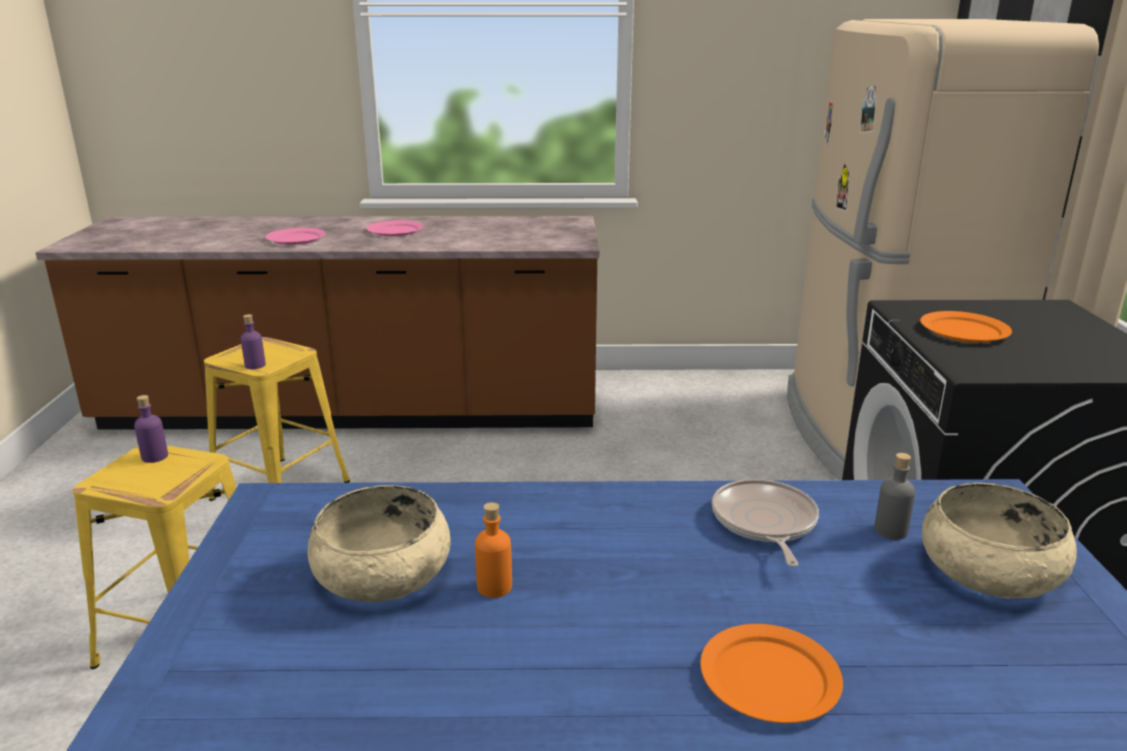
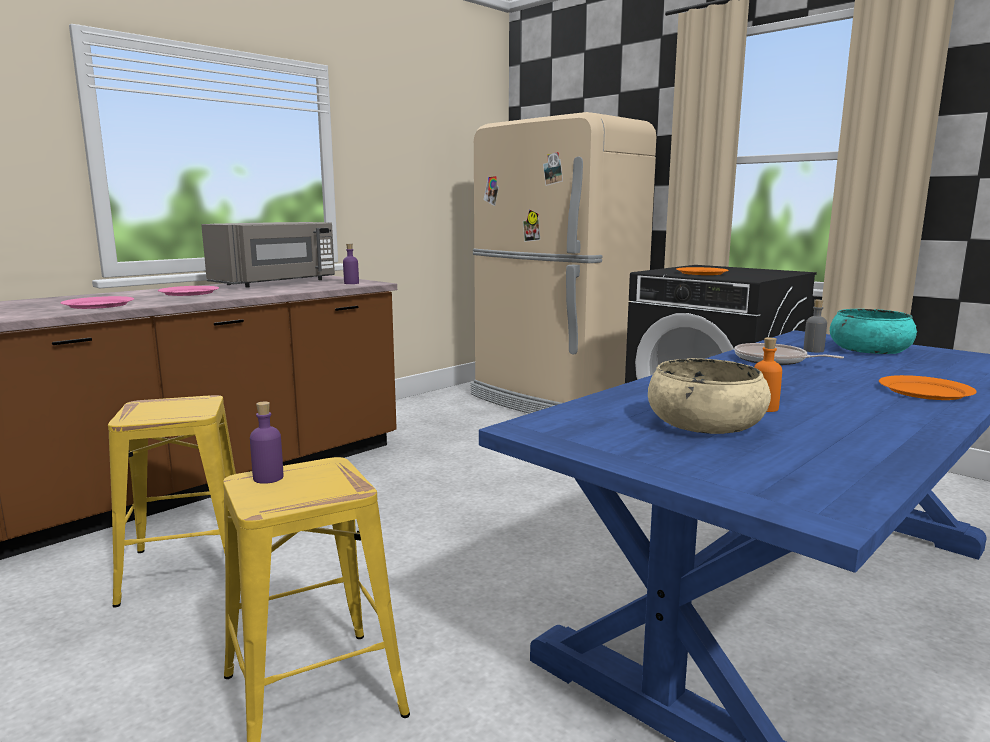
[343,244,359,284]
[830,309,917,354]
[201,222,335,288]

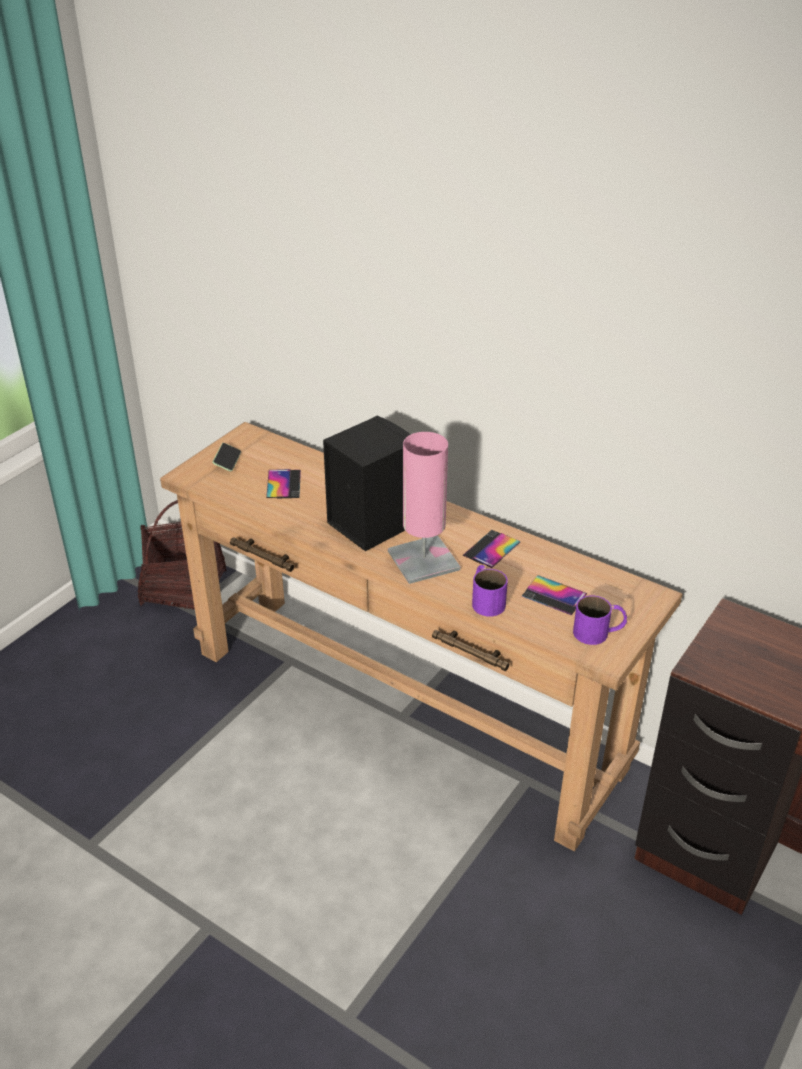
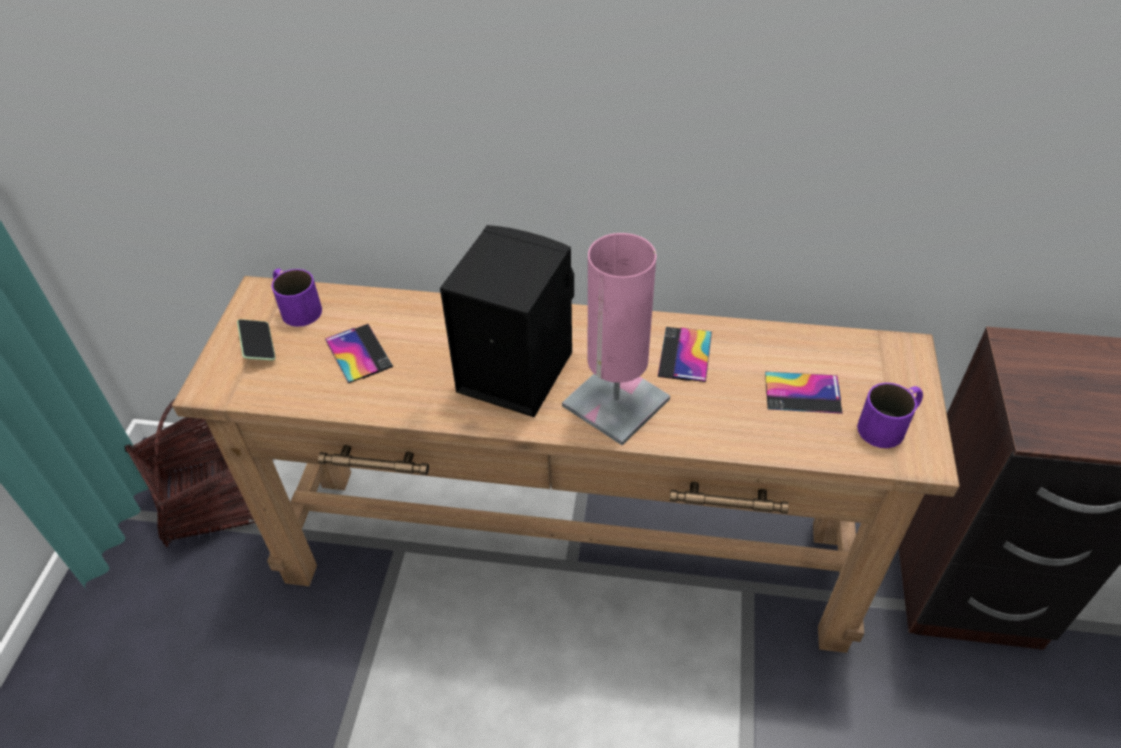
[271,268,322,327]

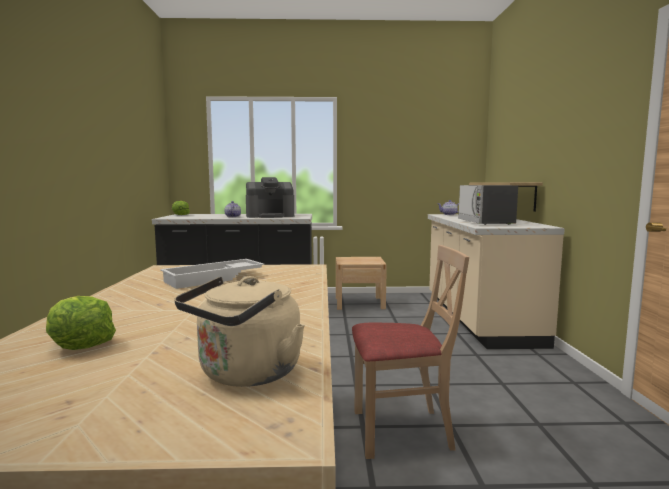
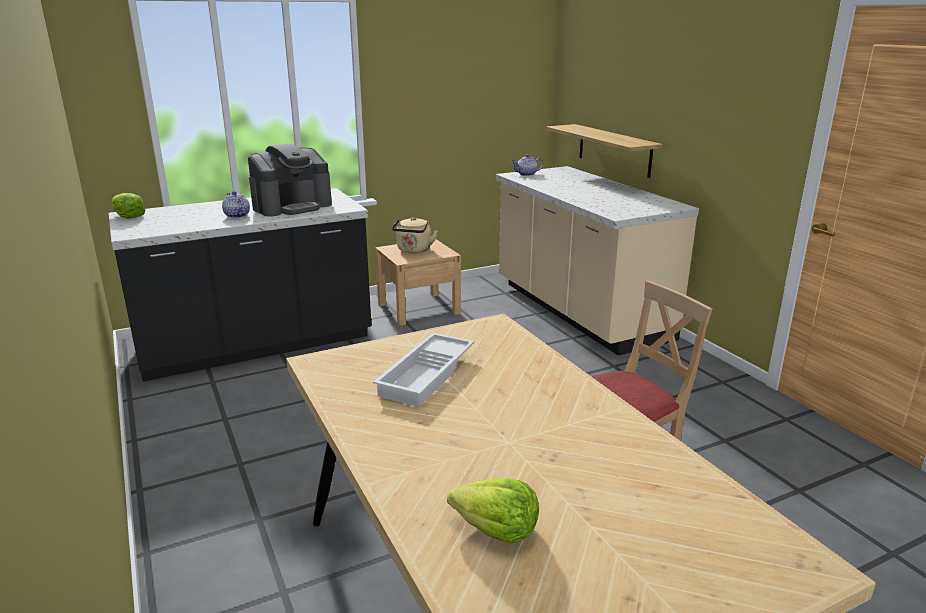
[392,217,438,253]
[458,185,518,225] (first image)

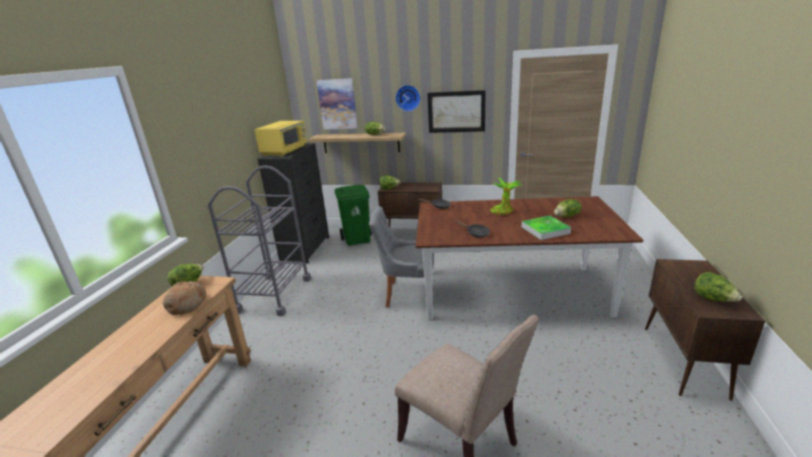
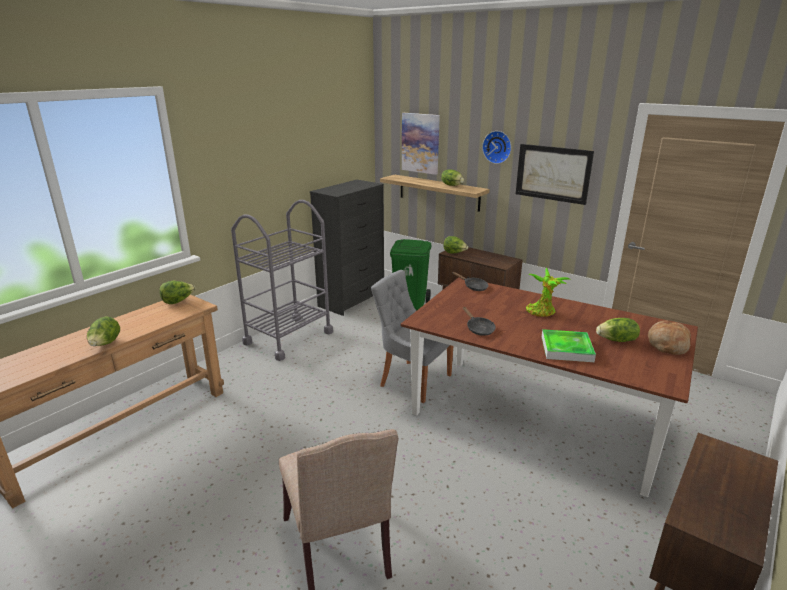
[648,320,691,355]
[254,121,307,157] (first image)
[87,316,120,346]

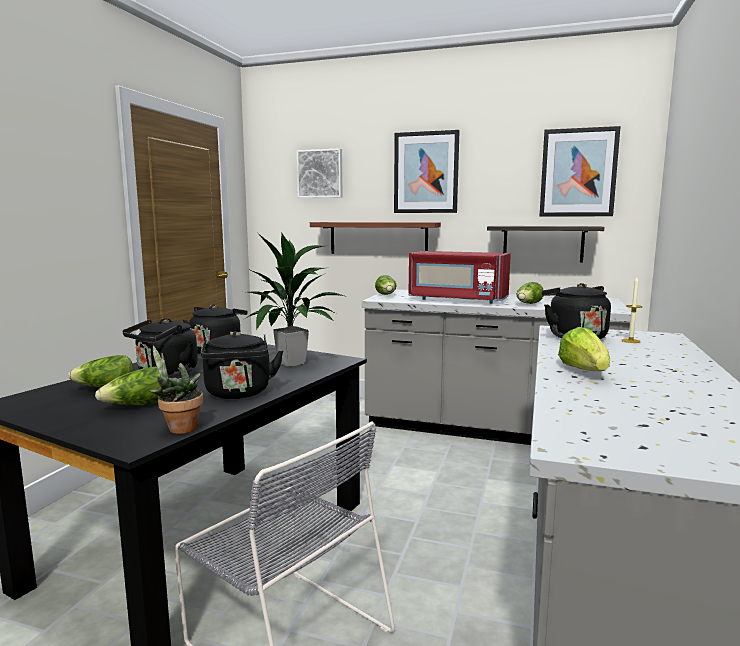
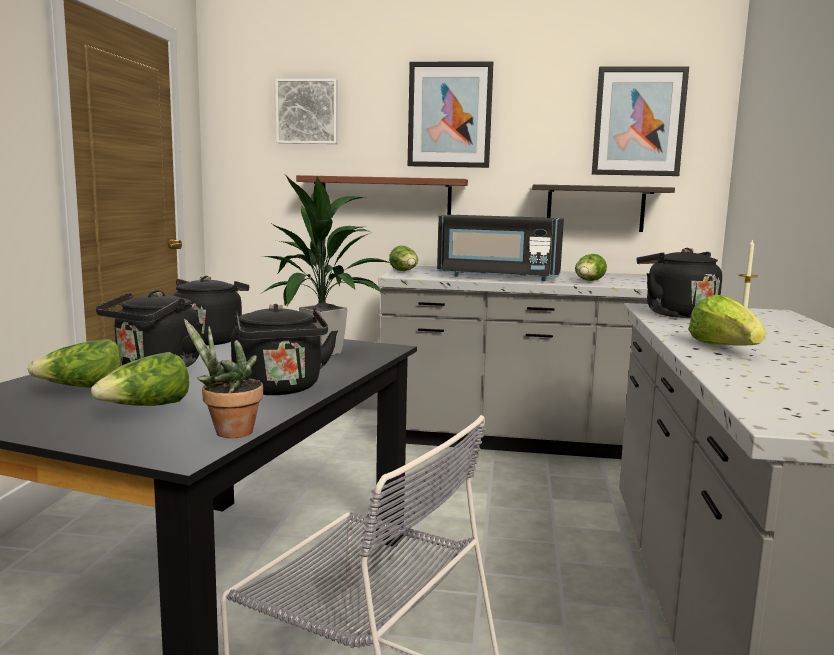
[437,215,564,281]

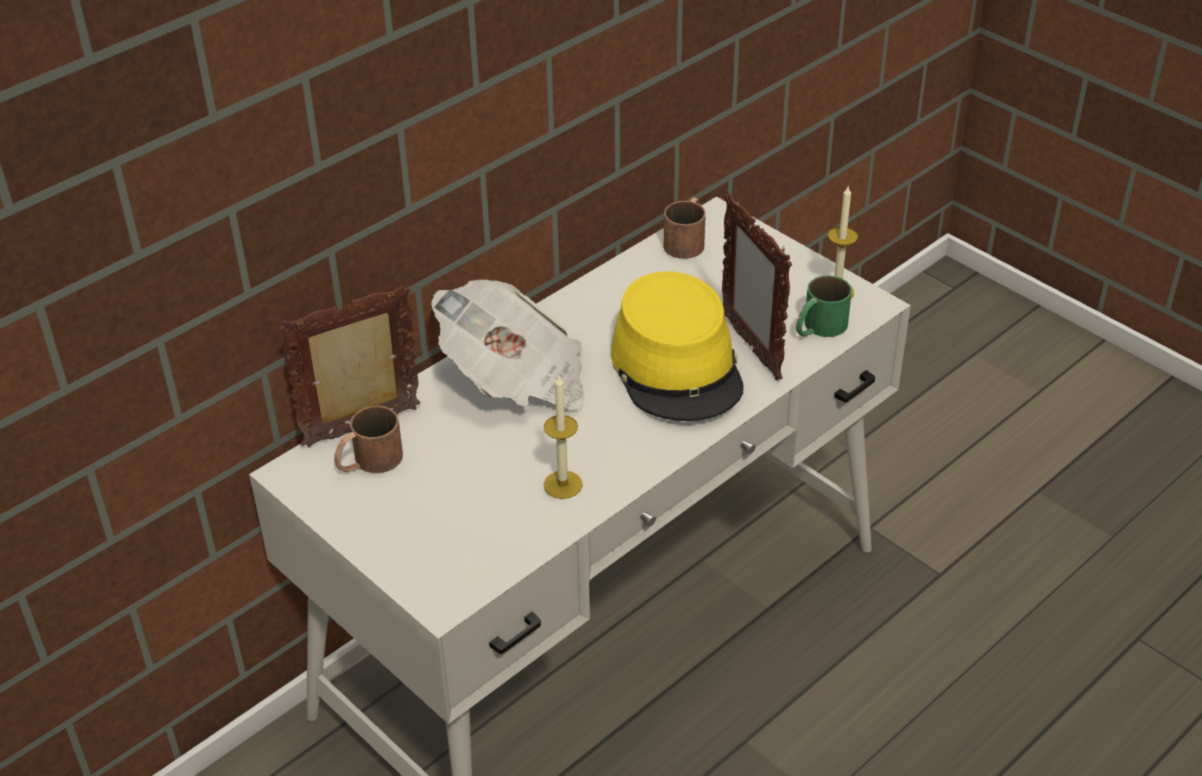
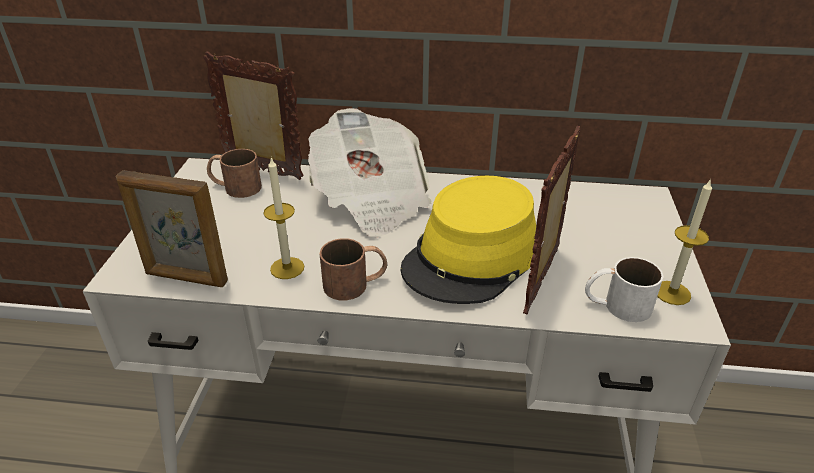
[320,238,387,300]
[585,257,663,322]
[116,170,228,287]

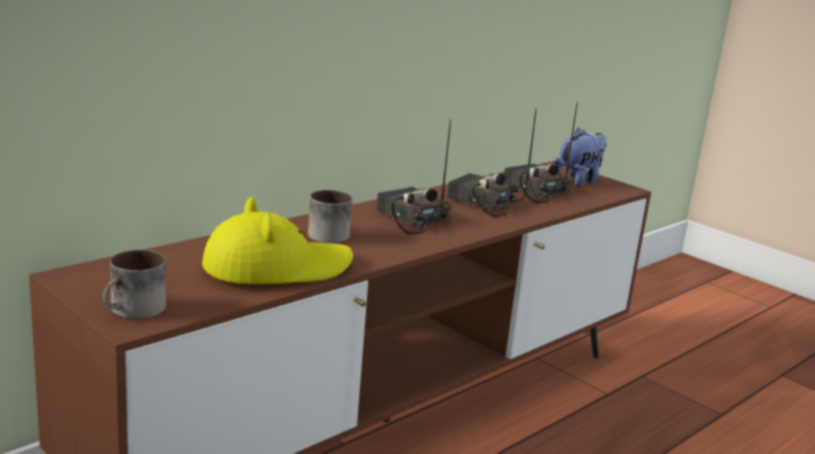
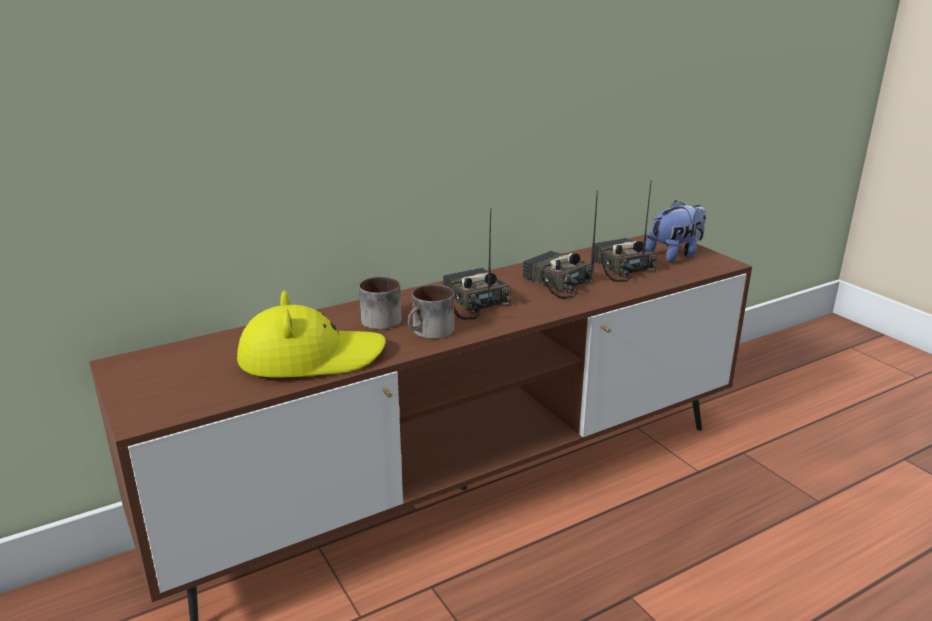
[407,285,454,339]

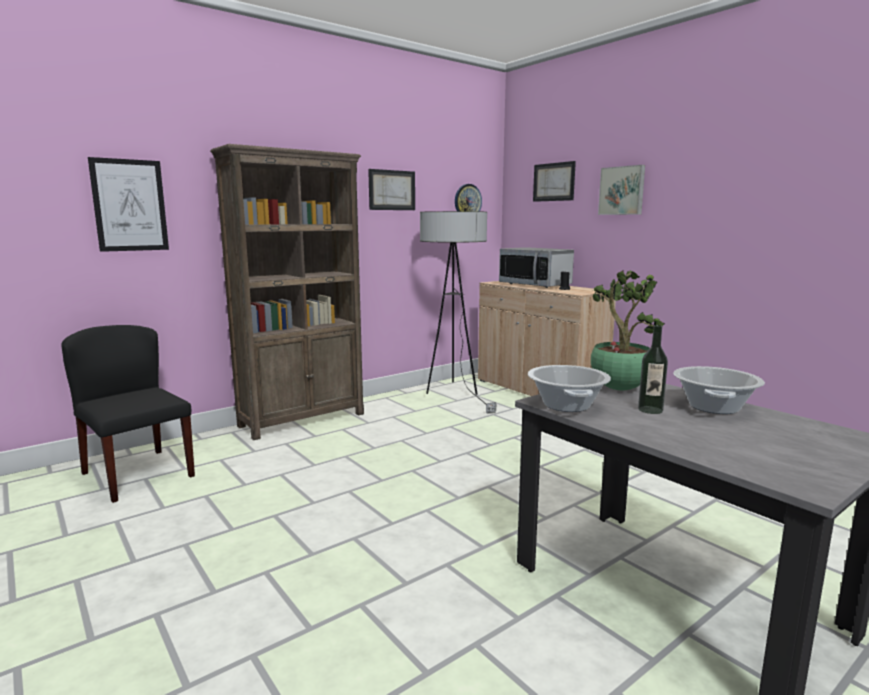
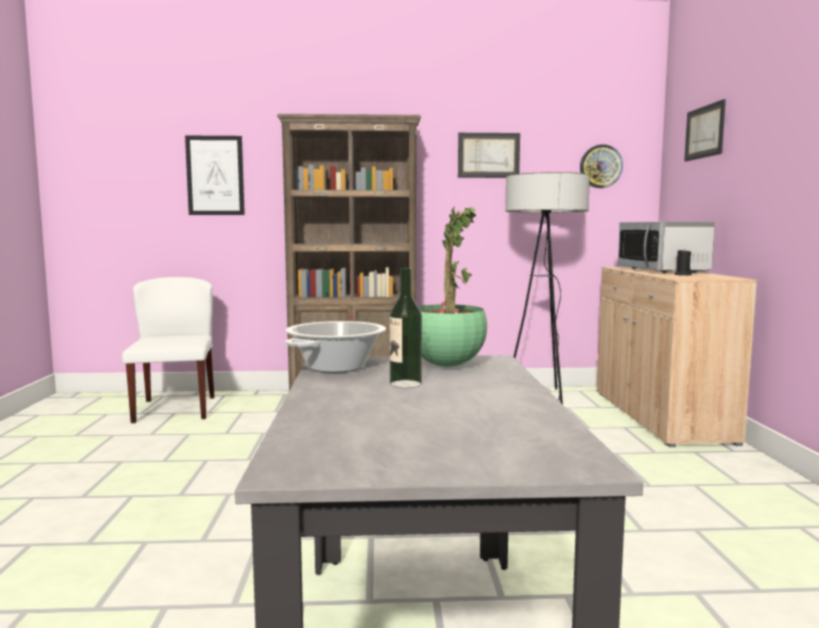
[122,277,214,423]
[598,165,645,215] (first image)
[673,366,765,414] (first image)

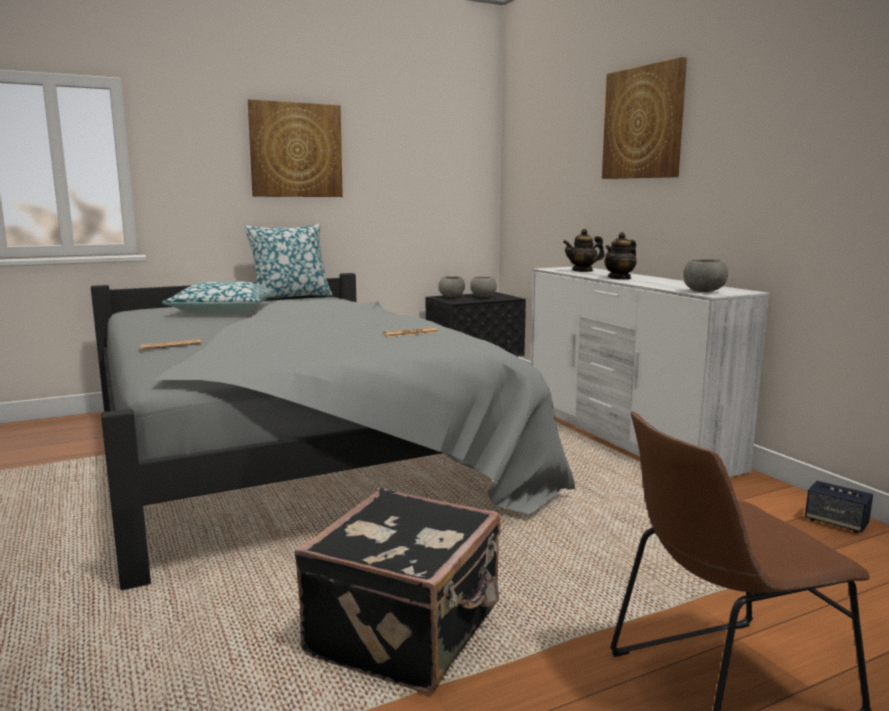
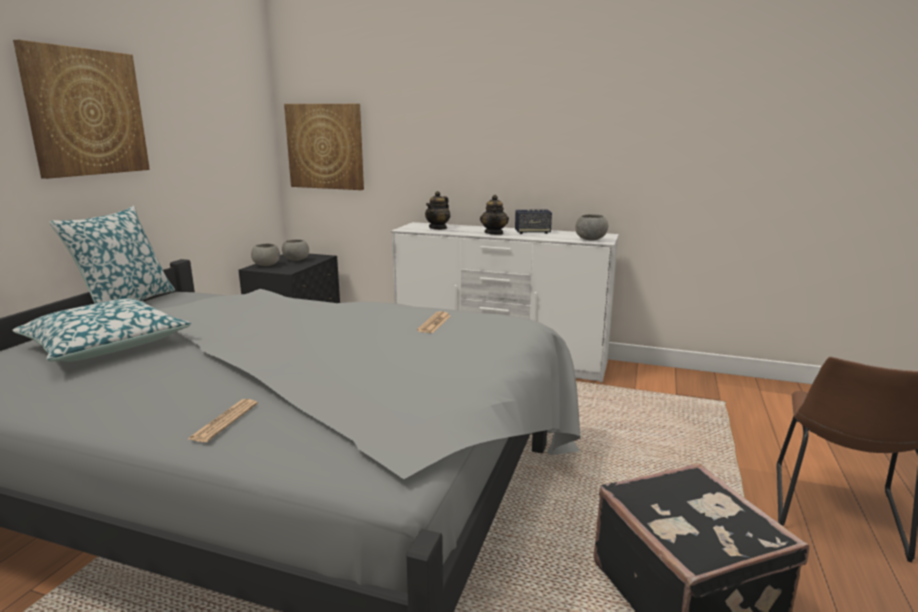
[284,104,364,190]
[515,209,552,234]

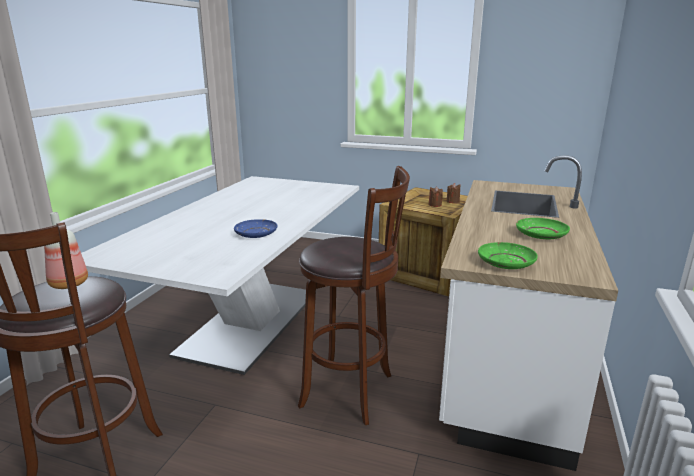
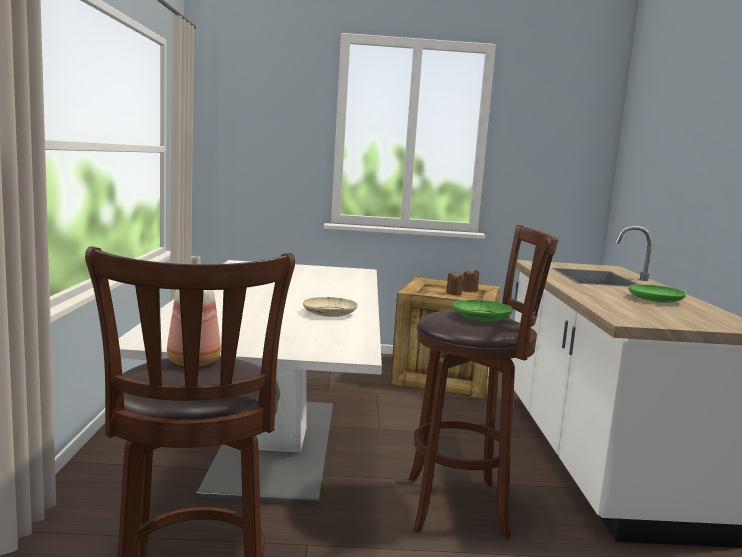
[303,297,358,317]
[453,300,513,321]

